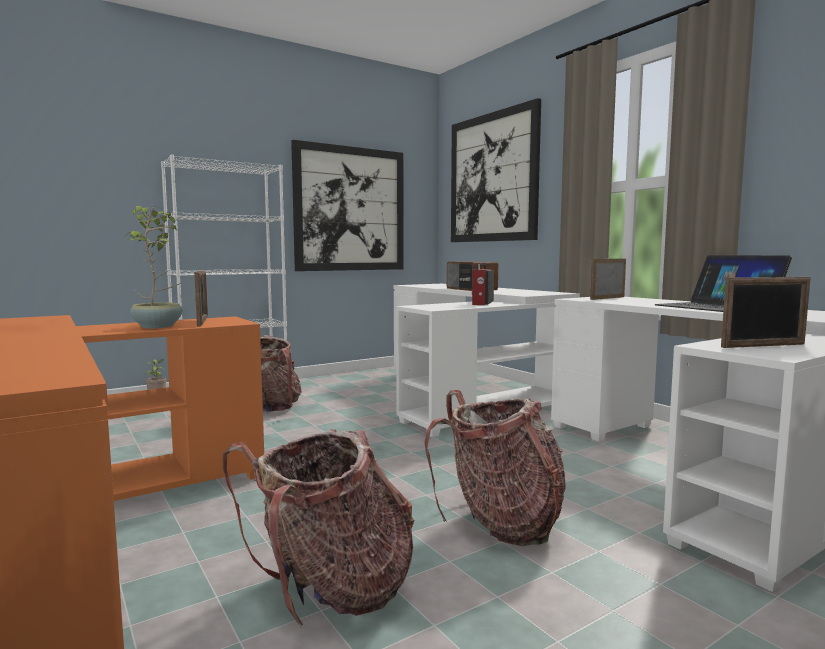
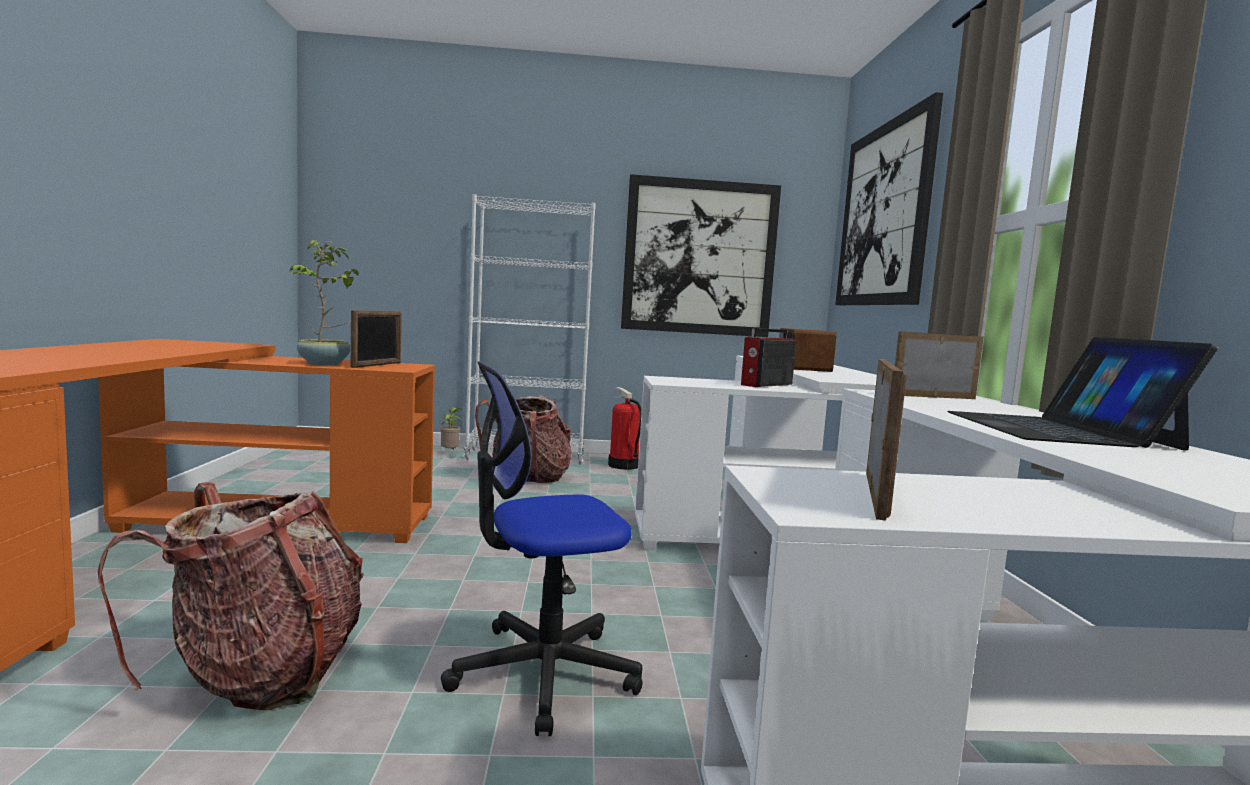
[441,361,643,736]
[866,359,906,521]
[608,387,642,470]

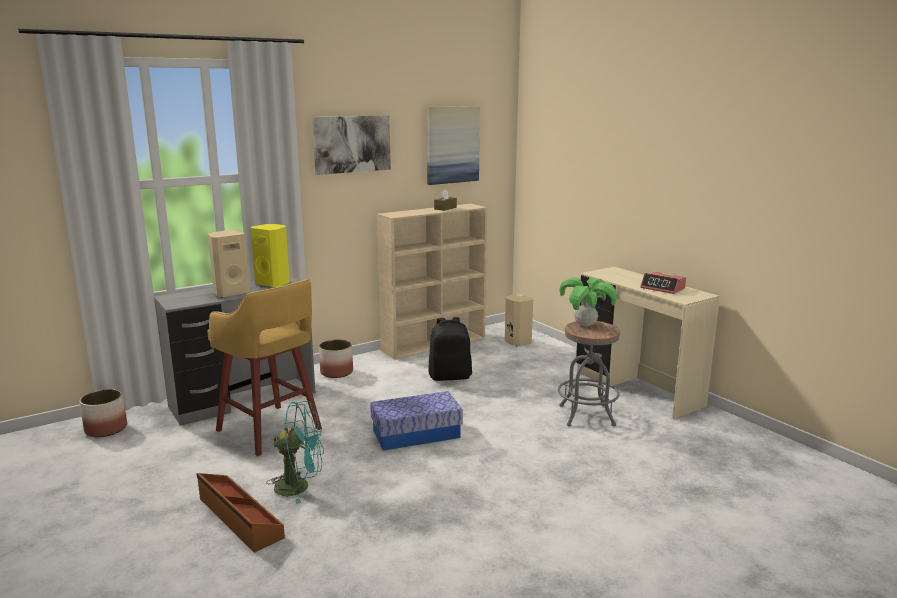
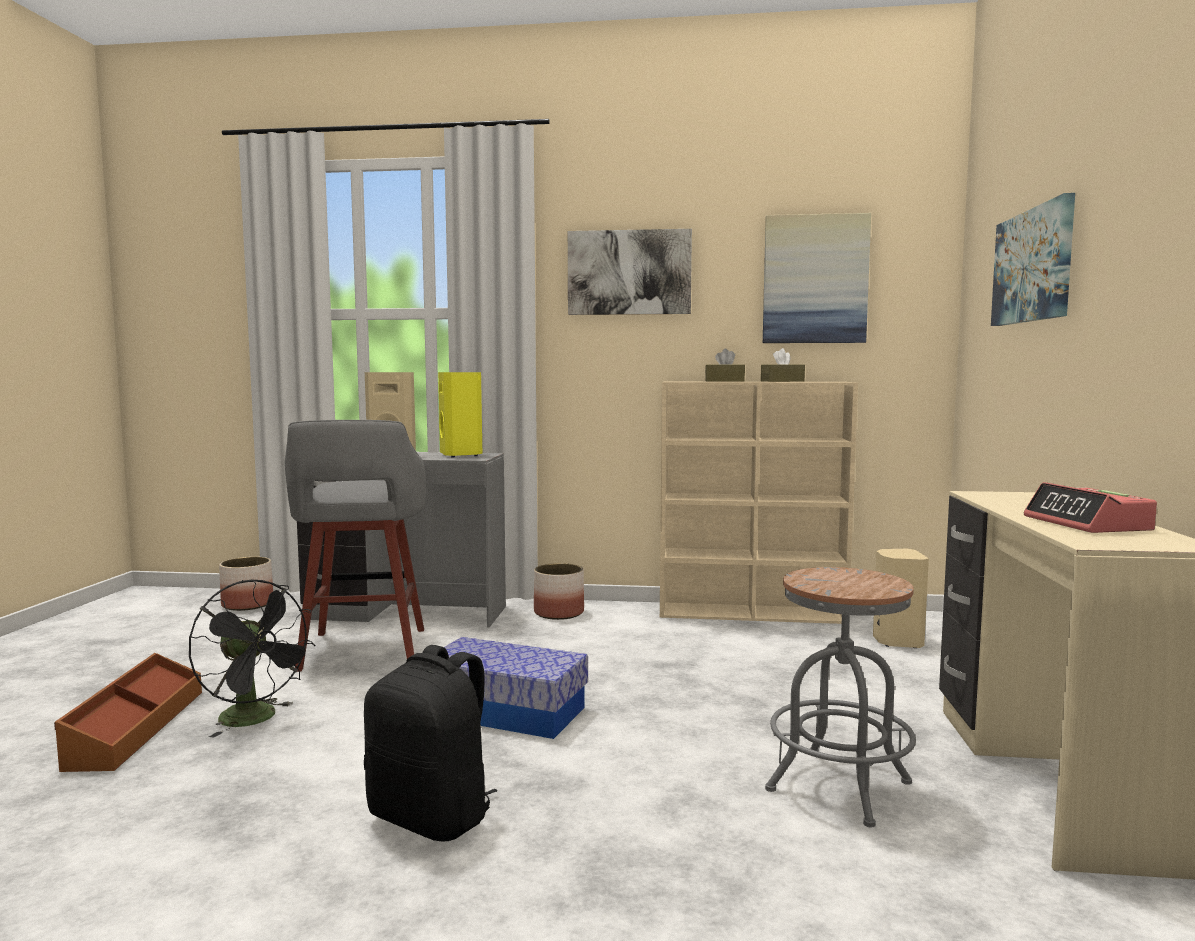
[285,420,426,672]
[189,580,316,738]
[364,645,497,841]
[560,277,617,327] (first image)
[705,348,745,382]
[991,193,1075,326]

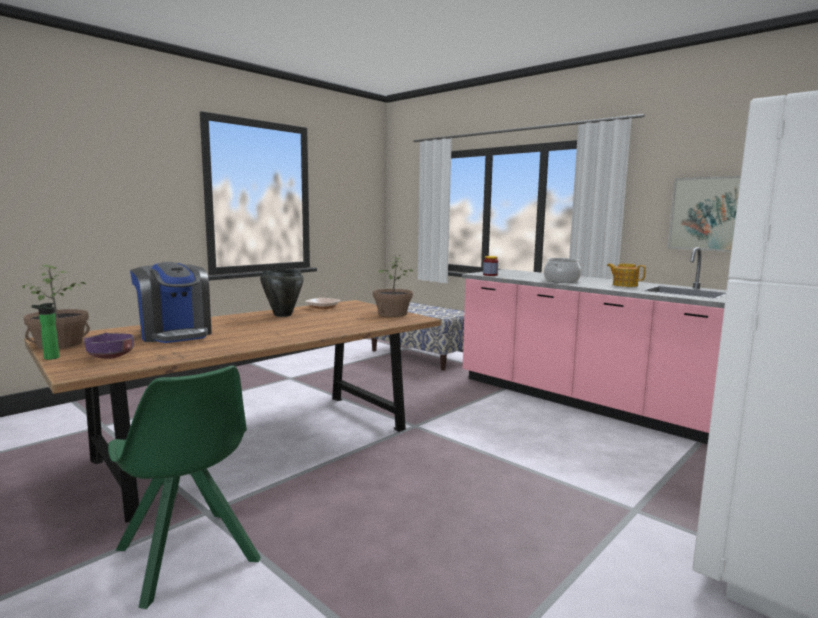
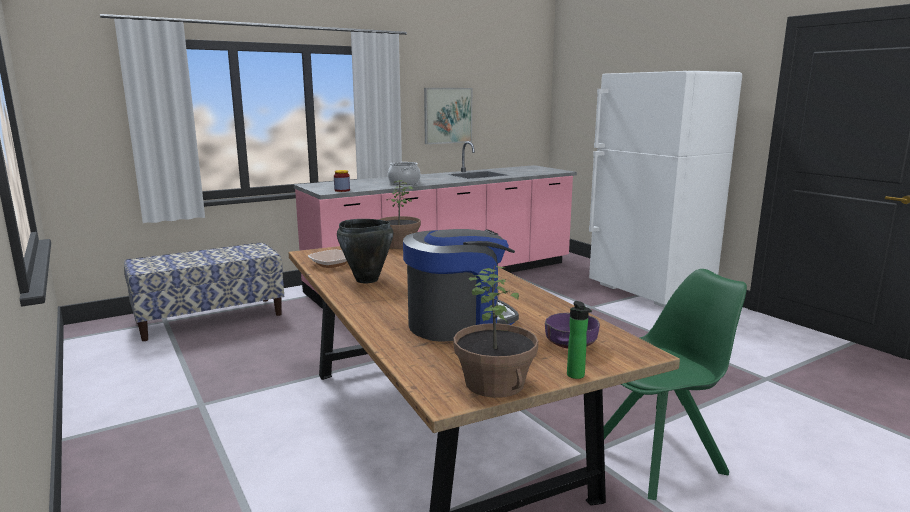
[607,263,646,287] (first image)

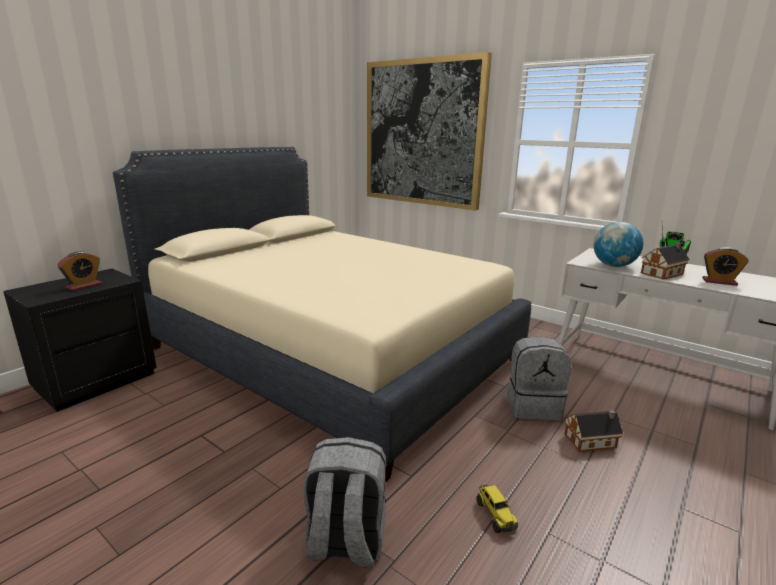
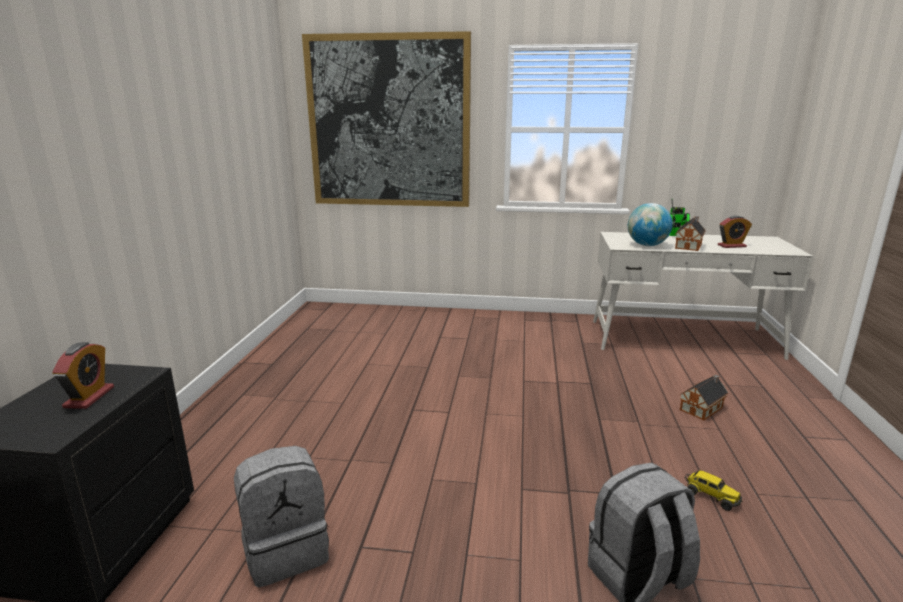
[113,147,531,483] (first image)
[234,446,329,587]

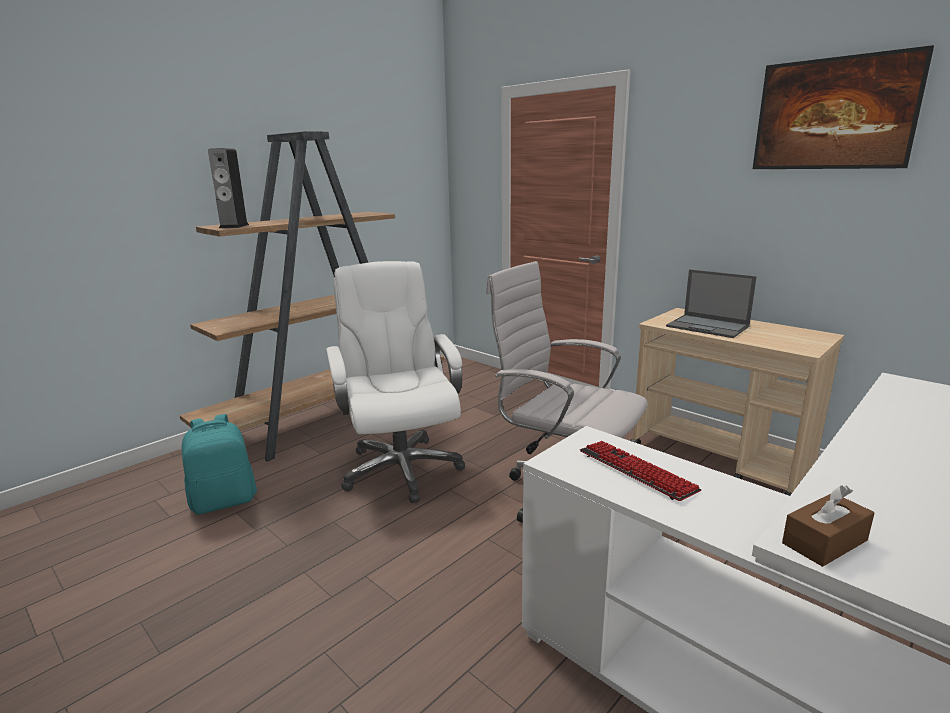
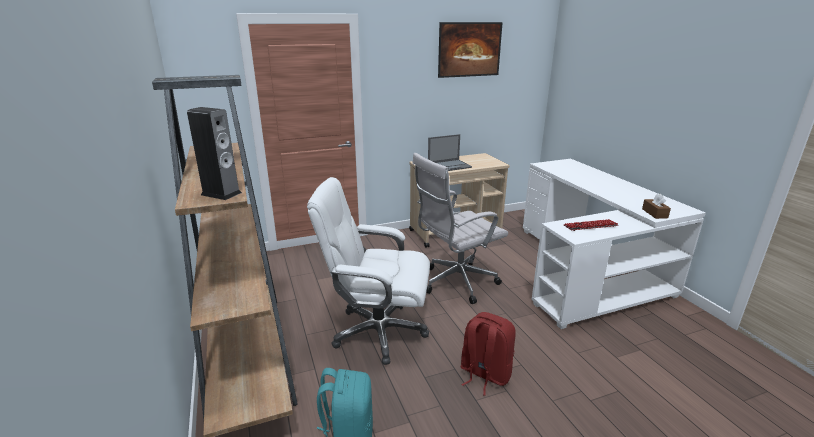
[460,312,516,396]

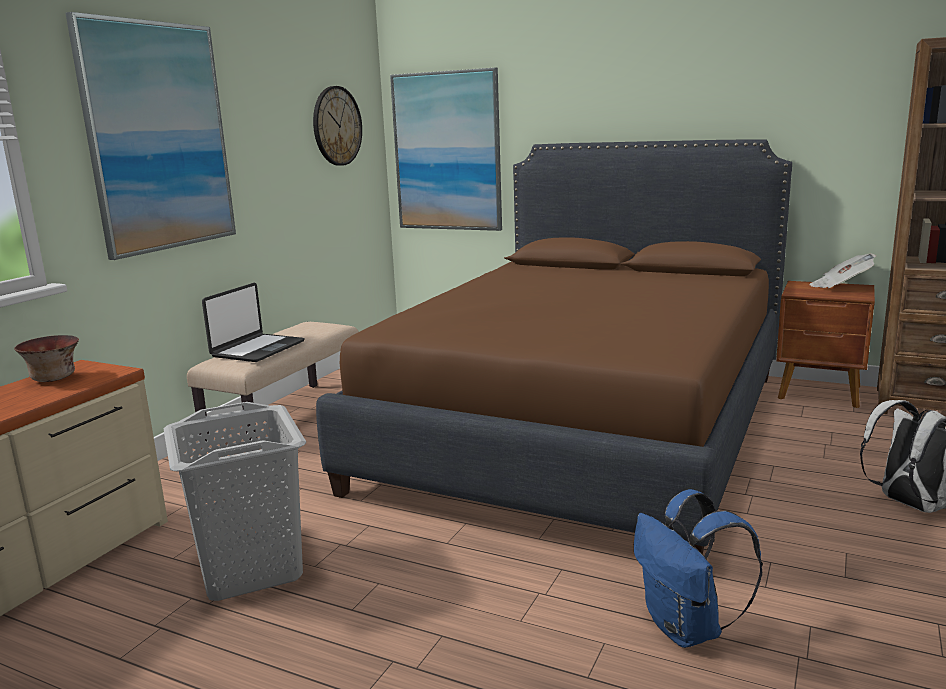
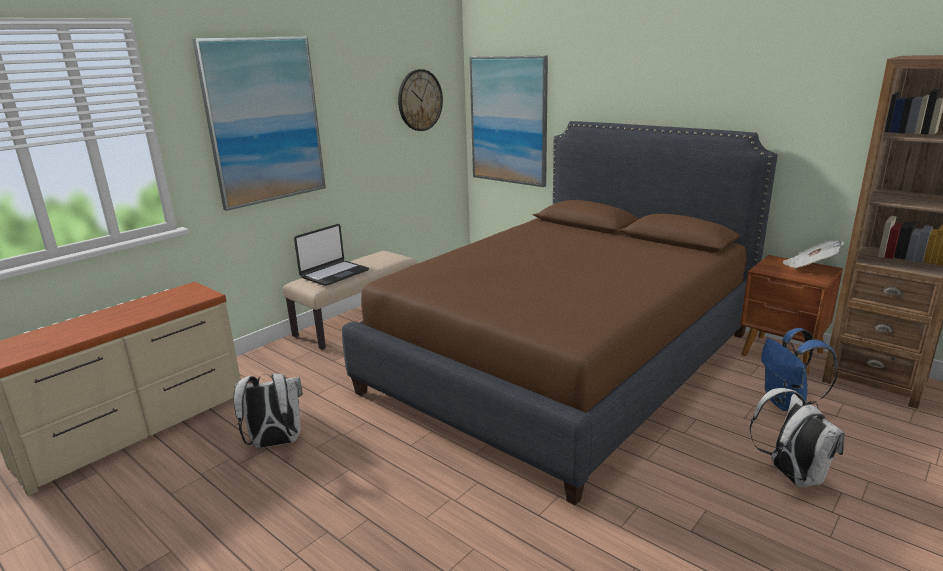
[14,335,79,382] (first image)
[233,373,303,448]
[761,328,838,411]

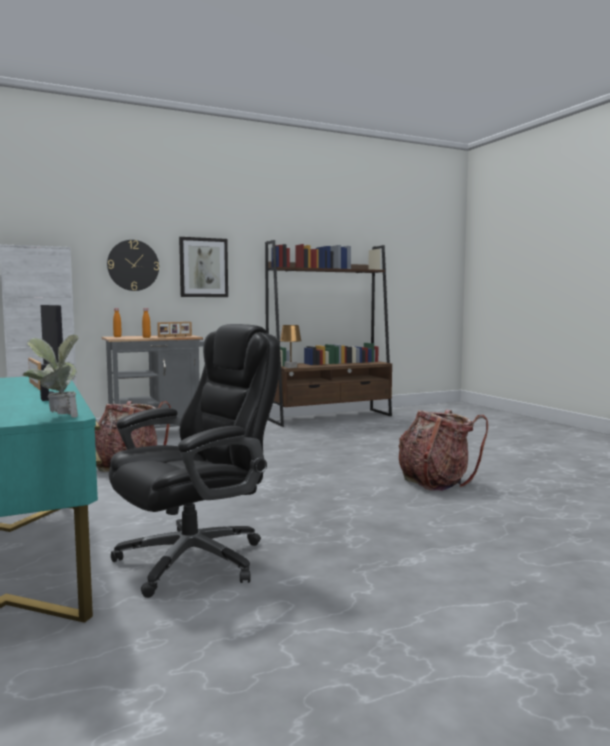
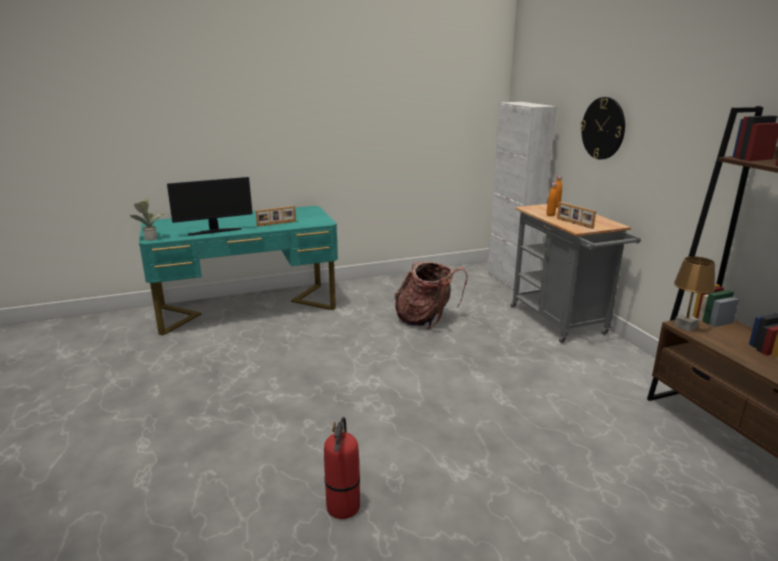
[109,324,280,598] (first image)
[179,237,228,297] (first image)
[324,417,360,519]

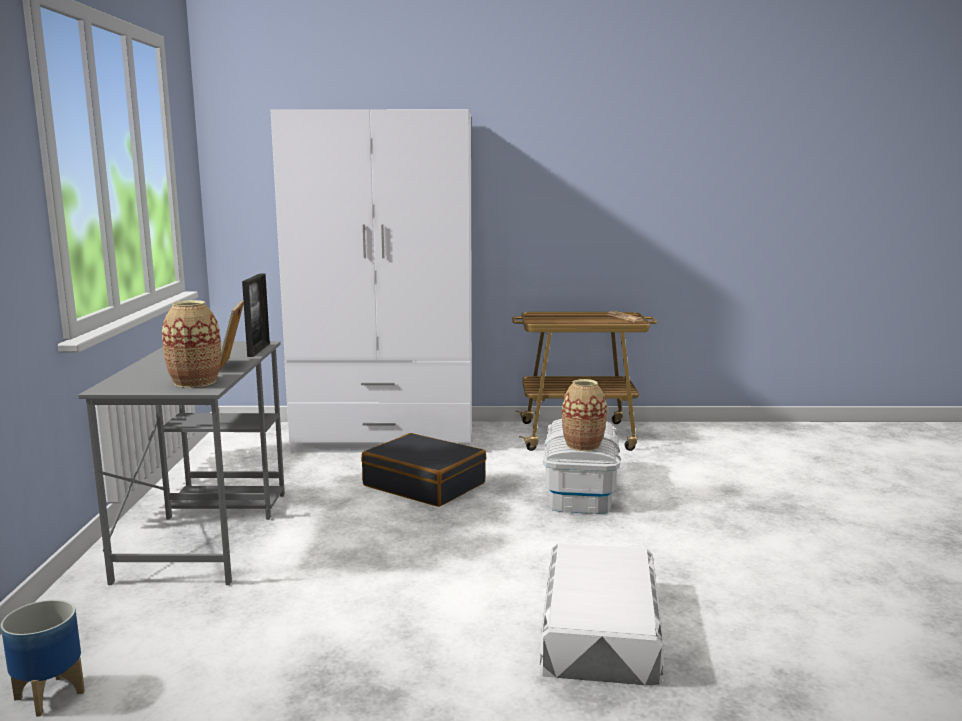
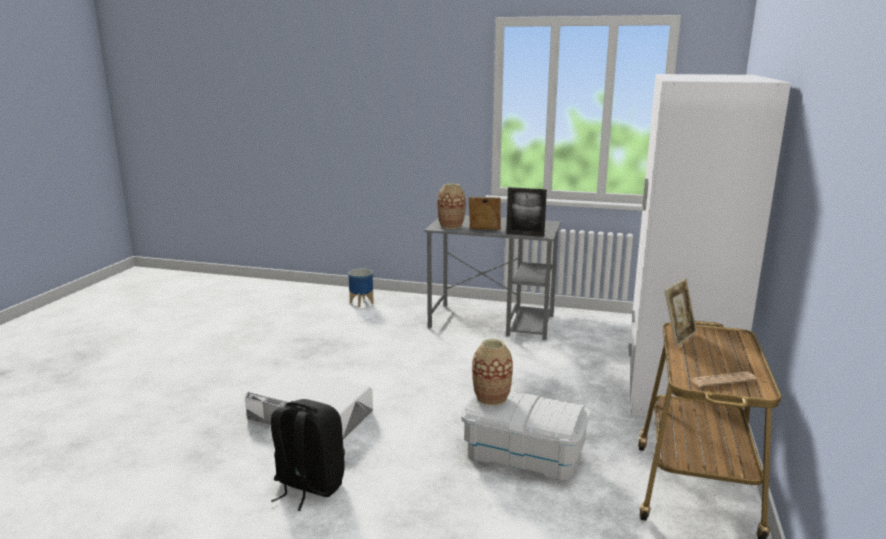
[361,433,487,507] (first image)
[271,399,345,511]
[665,279,697,347]

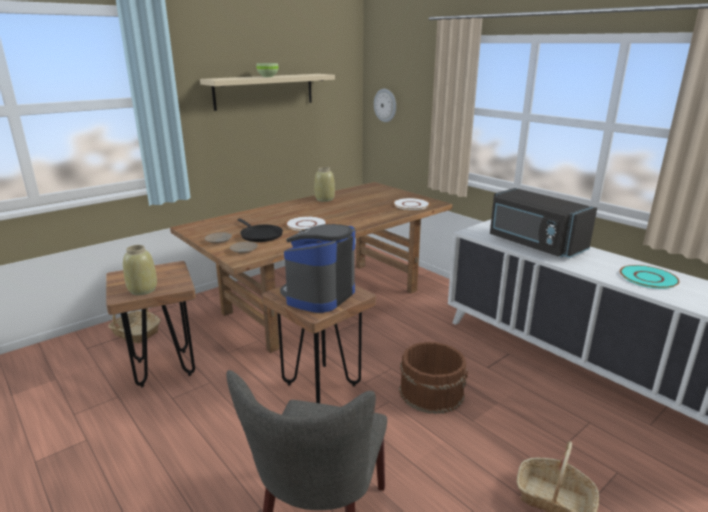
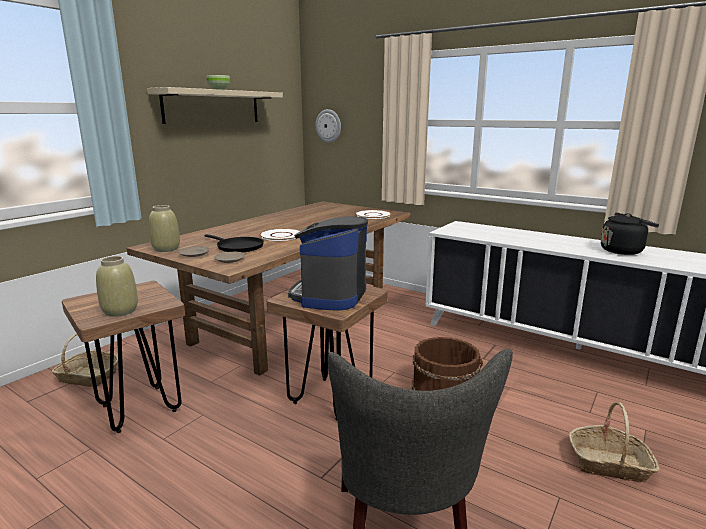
[149,205,180,252]
[490,188,597,258] (first image)
[601,212,659,255]

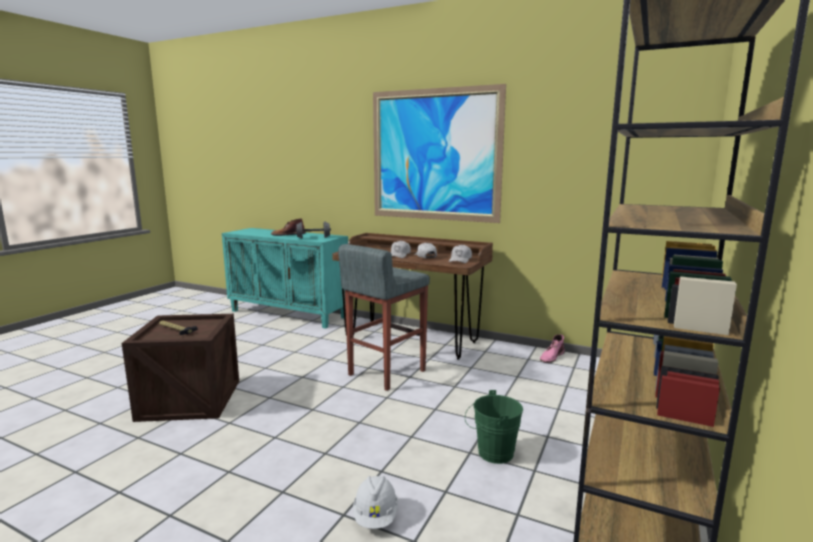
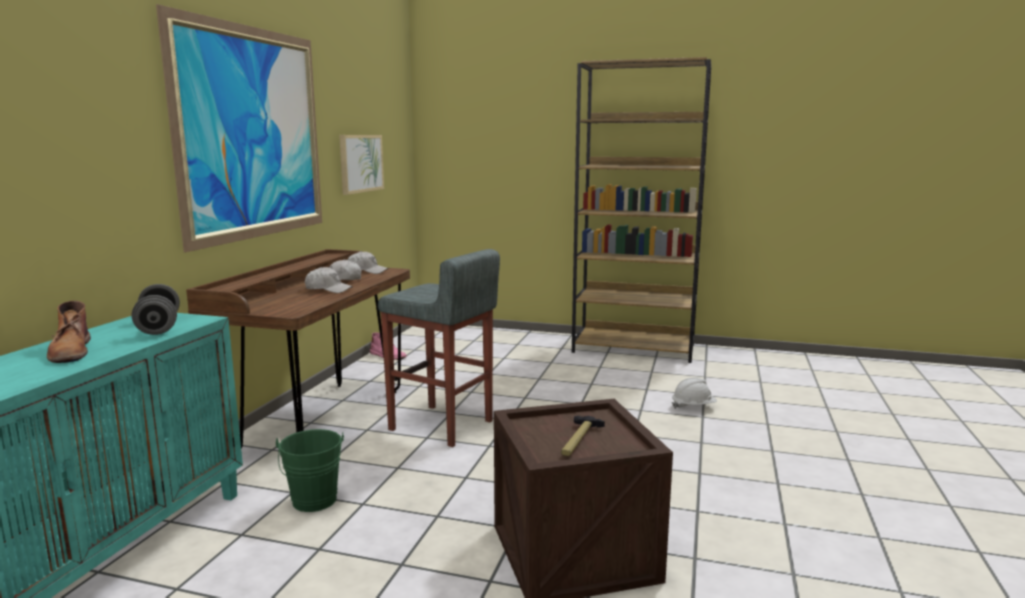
[276,429,344,512]
[339,135,384,195]

